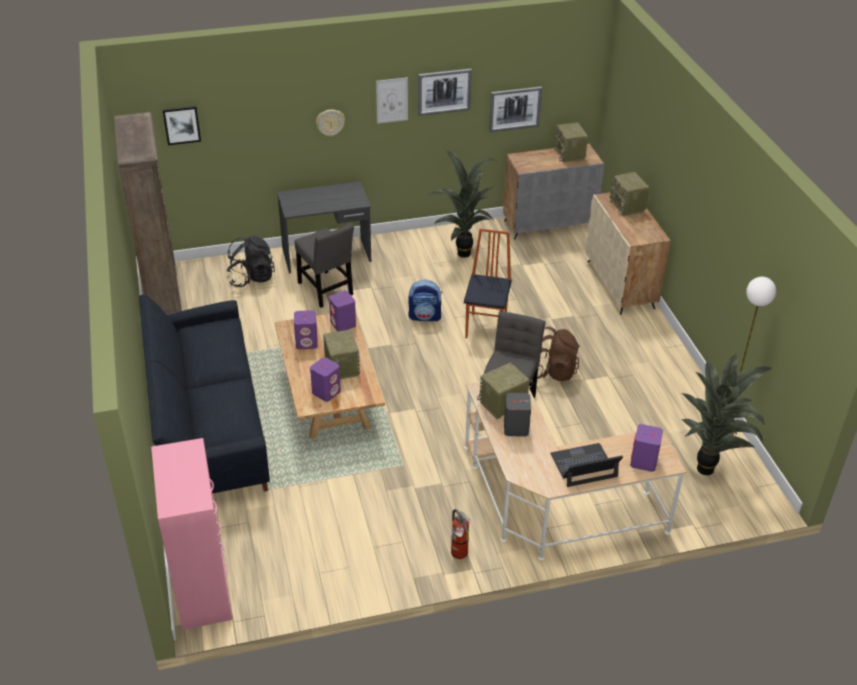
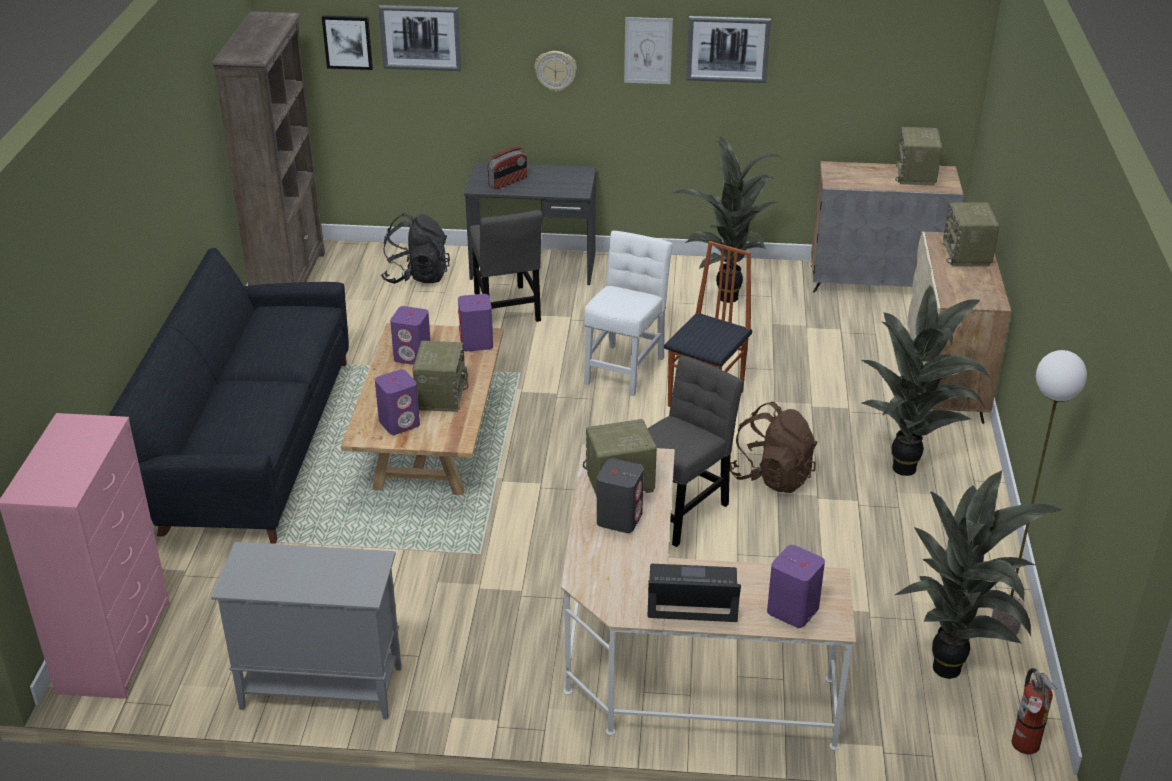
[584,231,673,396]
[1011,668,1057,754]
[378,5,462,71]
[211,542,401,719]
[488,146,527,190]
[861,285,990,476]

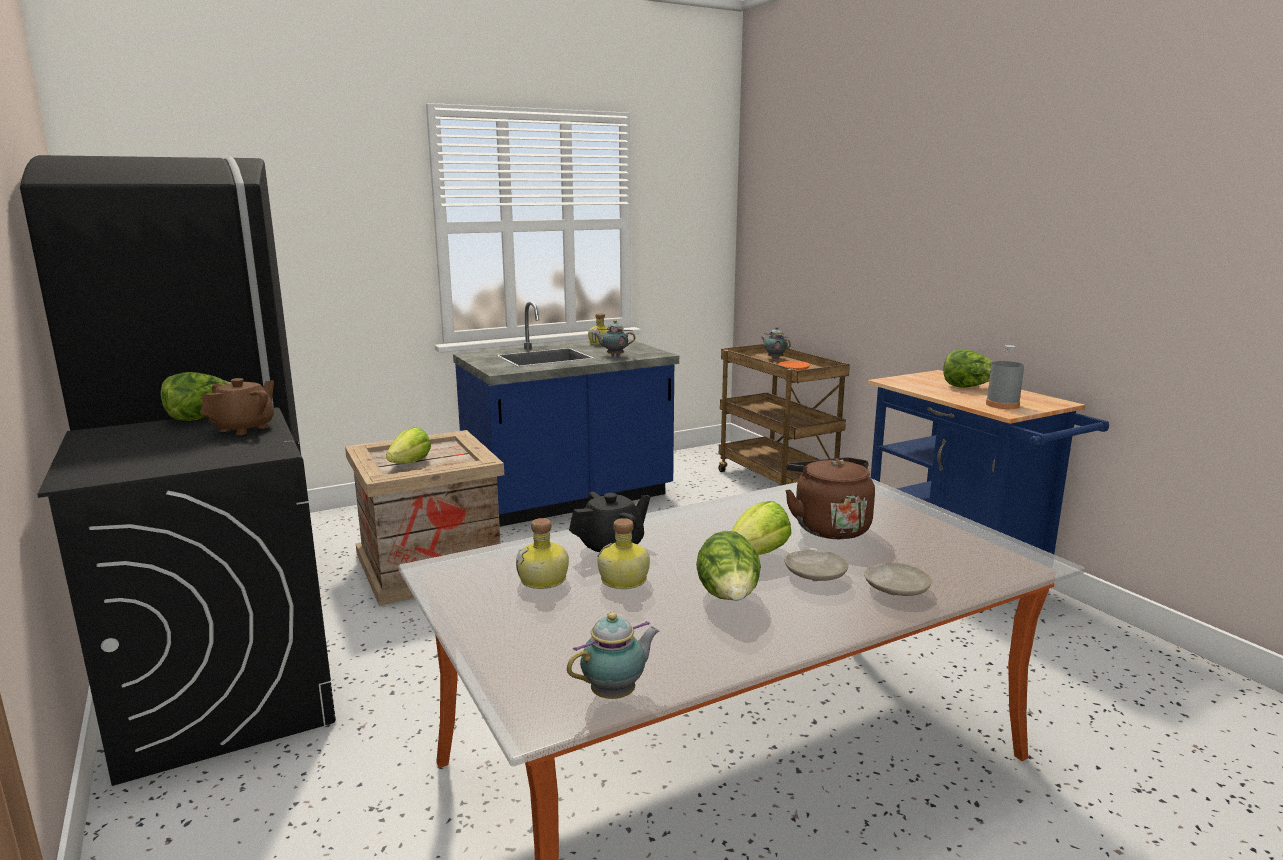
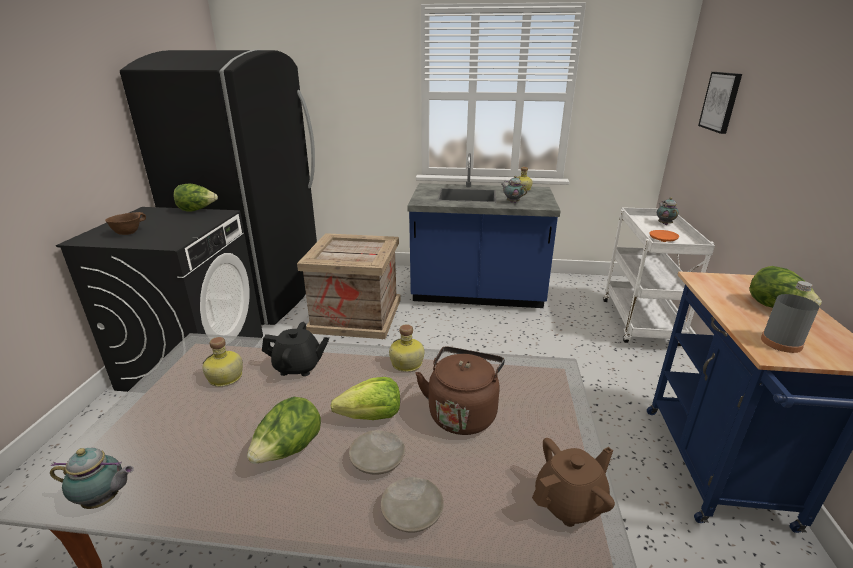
[532,438,615,527]
[386,427,431,464] (first image)
[389,324,424,372]
[603,207,715,346]
[105,212,146,235]
[698,72,742,134]

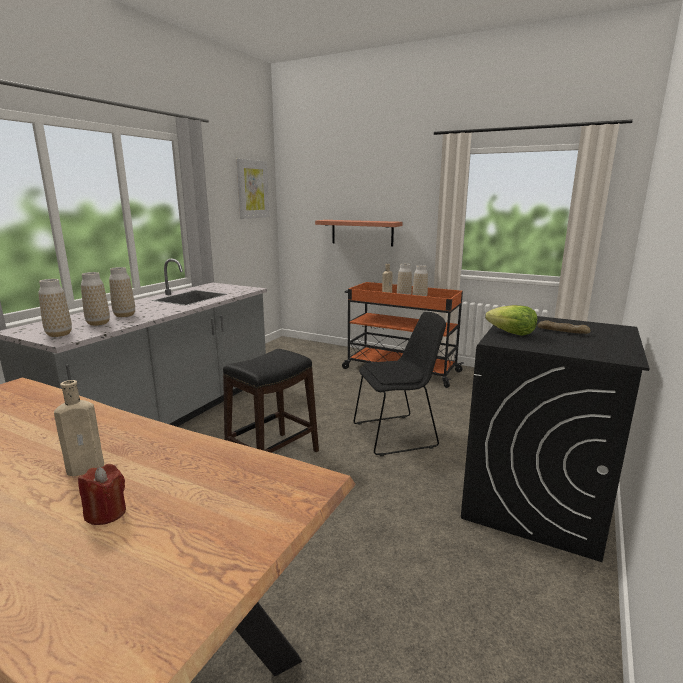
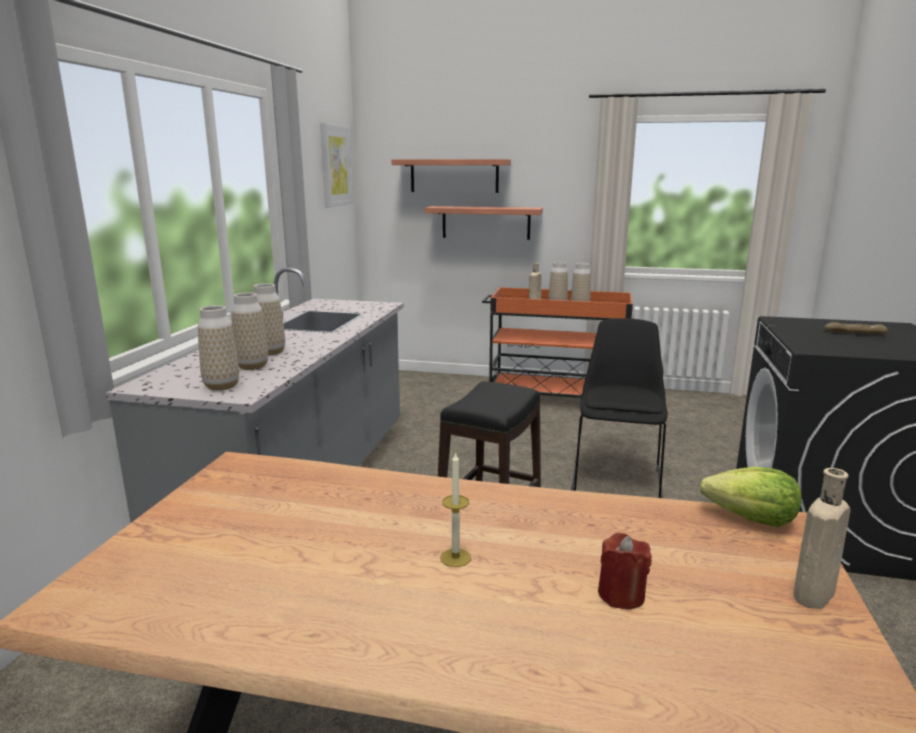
[793,468,851,609]
[571,318,668,498]
[700,467,801,527]
[391,159,511,193]
[440,452,471,567]

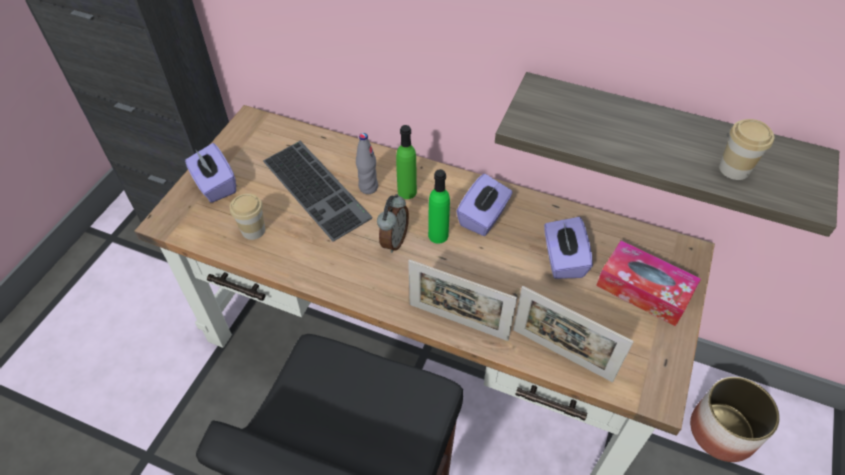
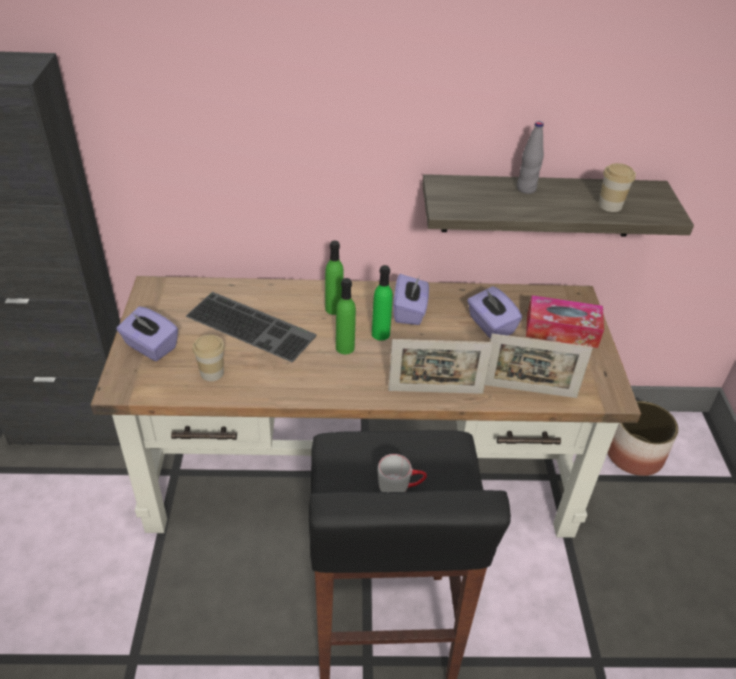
[517,121,544,194]
[336,278,356,354]
[378,454,427,492]

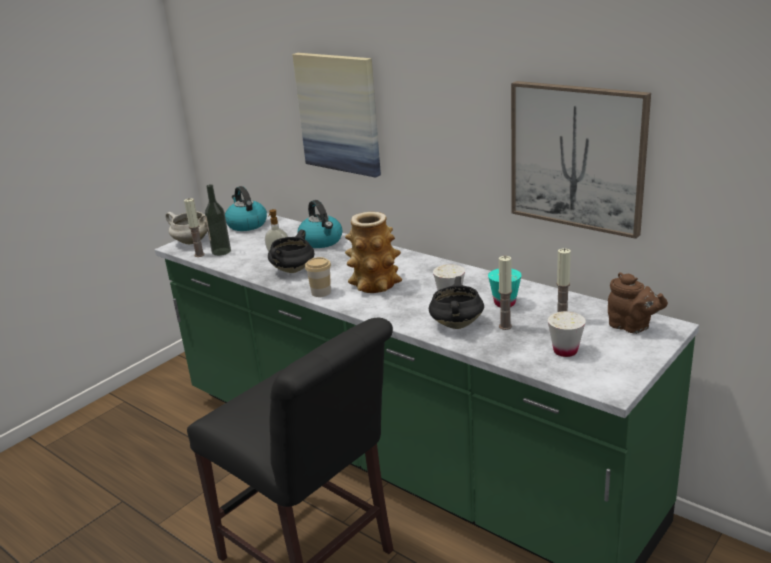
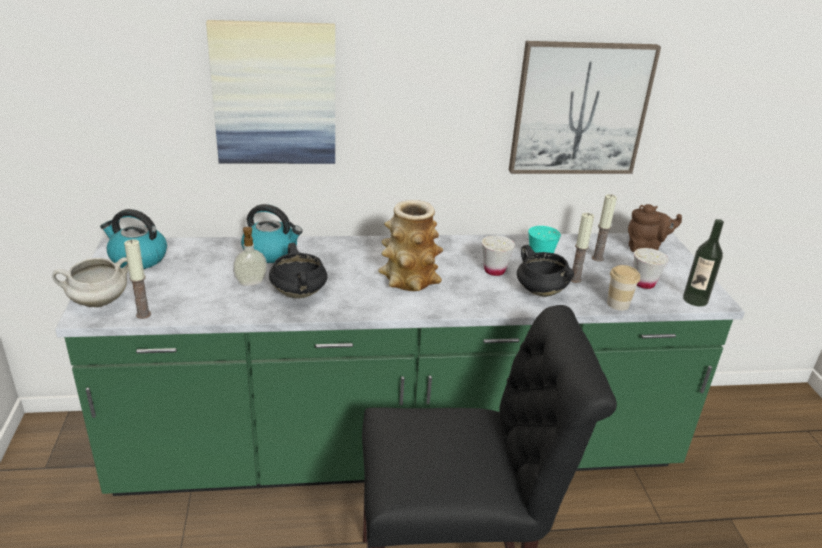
[683,219,724,307]
[607,265,640,310]

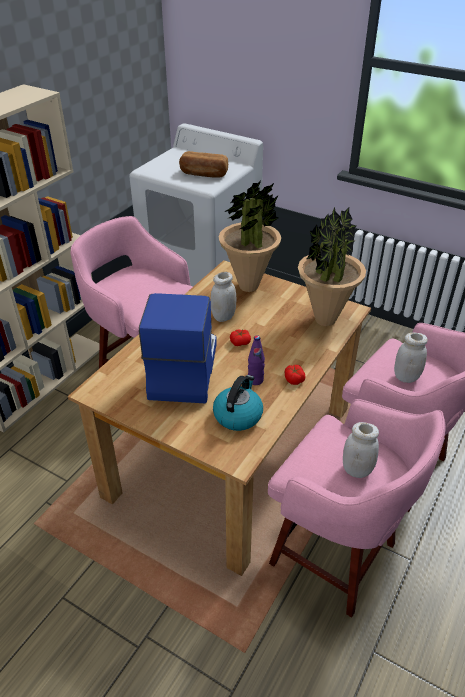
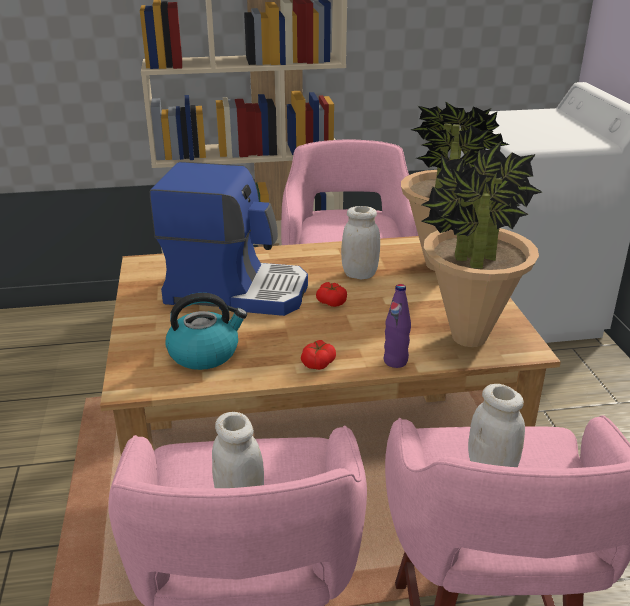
[150,162,308,316]
[179,151,228,178] (first image)
[384,284,411,368]

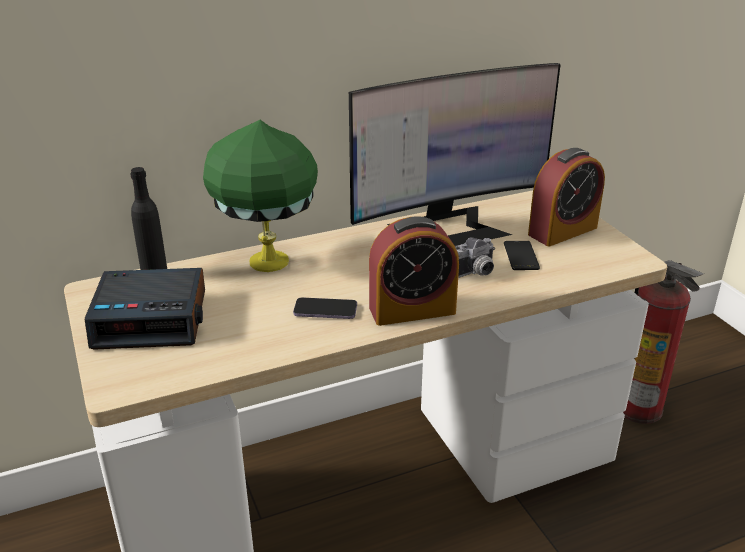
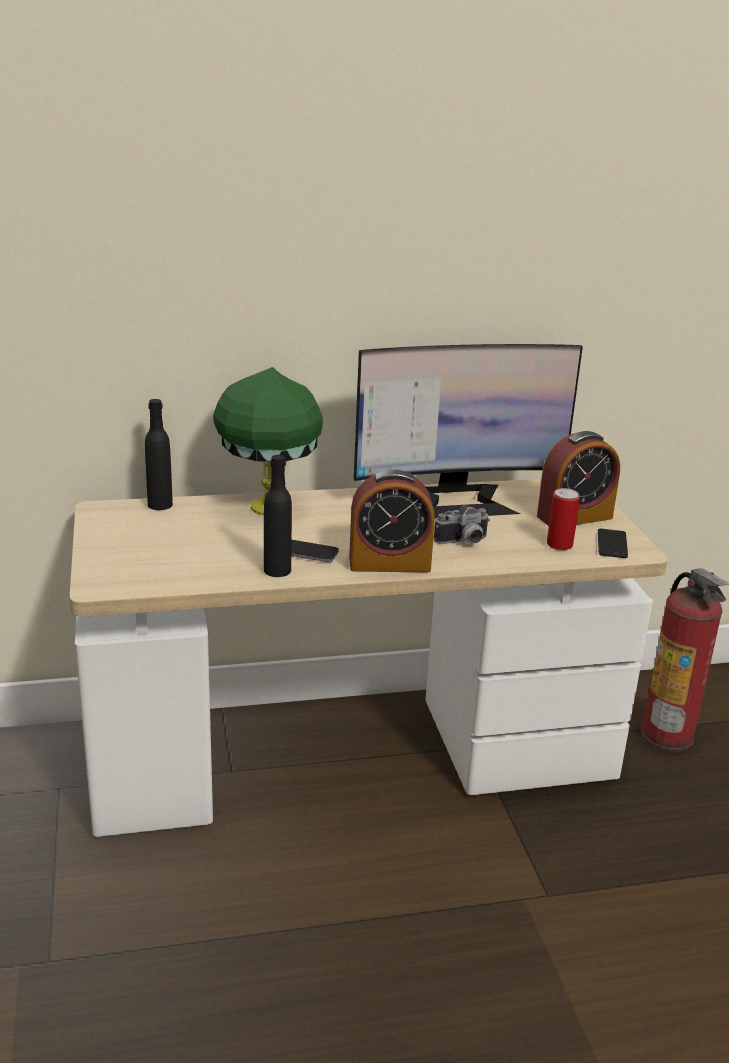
[85,268,205,350] (first image)
[598,529,628,558]
[264,455,292,577]
[547,488,580,550]

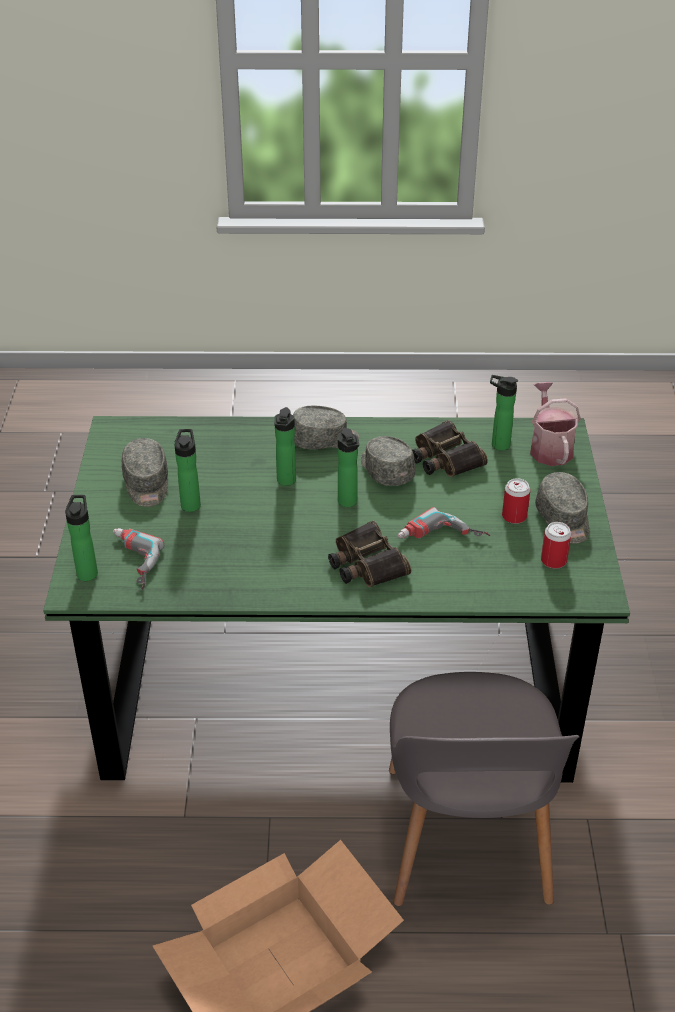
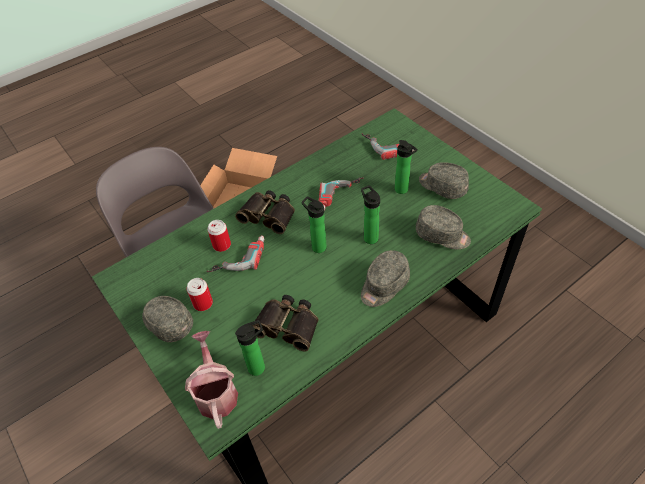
[65,495,98,581] (first image)
[416,205,471,249]
[185,331,238,429]
[207,220,231,252]
[318,177,364,211]

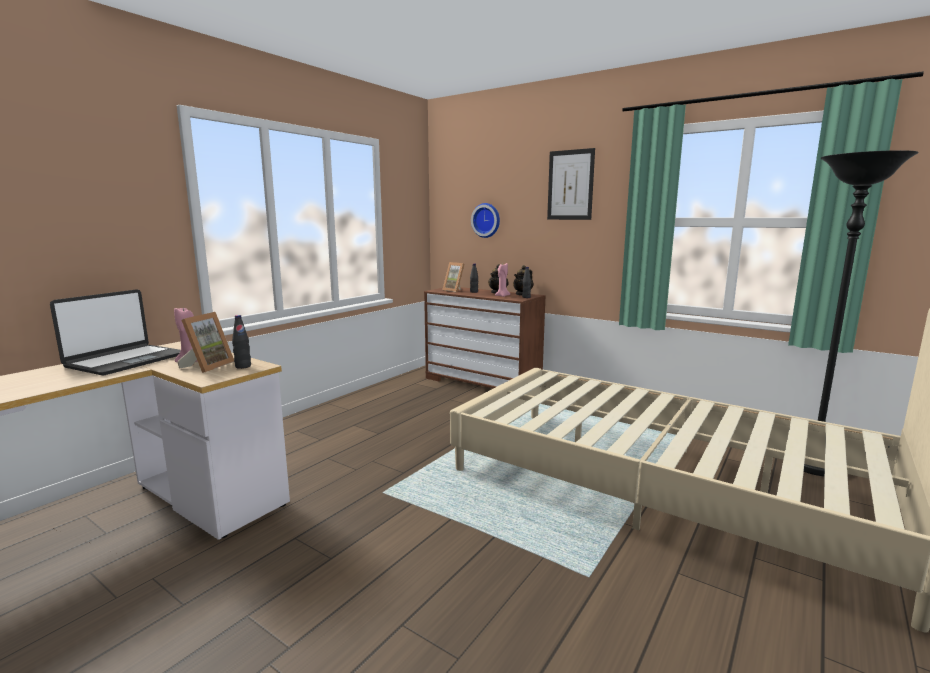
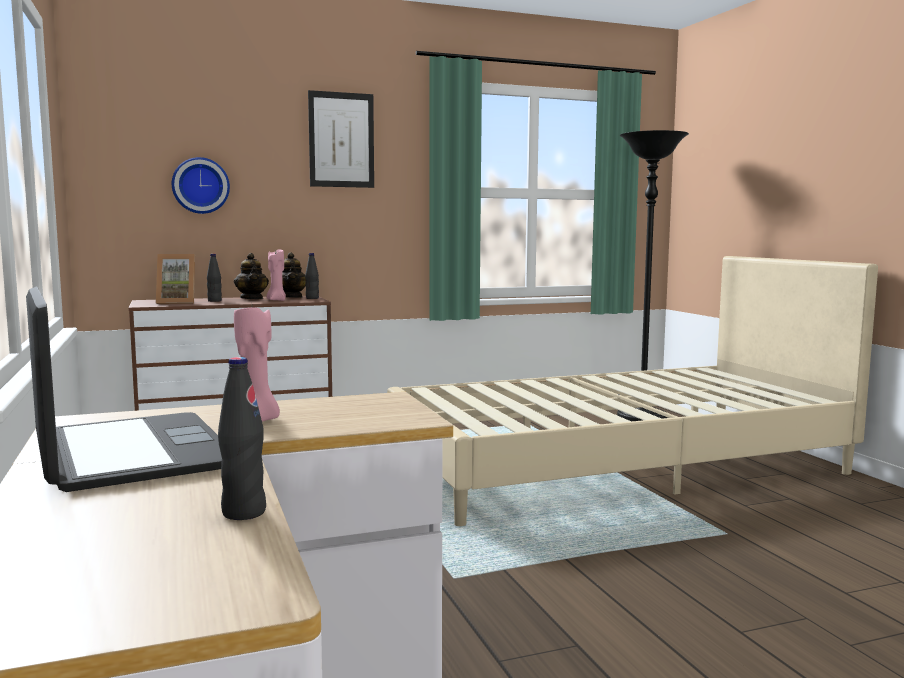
[177,312,234,373] (first image)
[218,357,266,520]

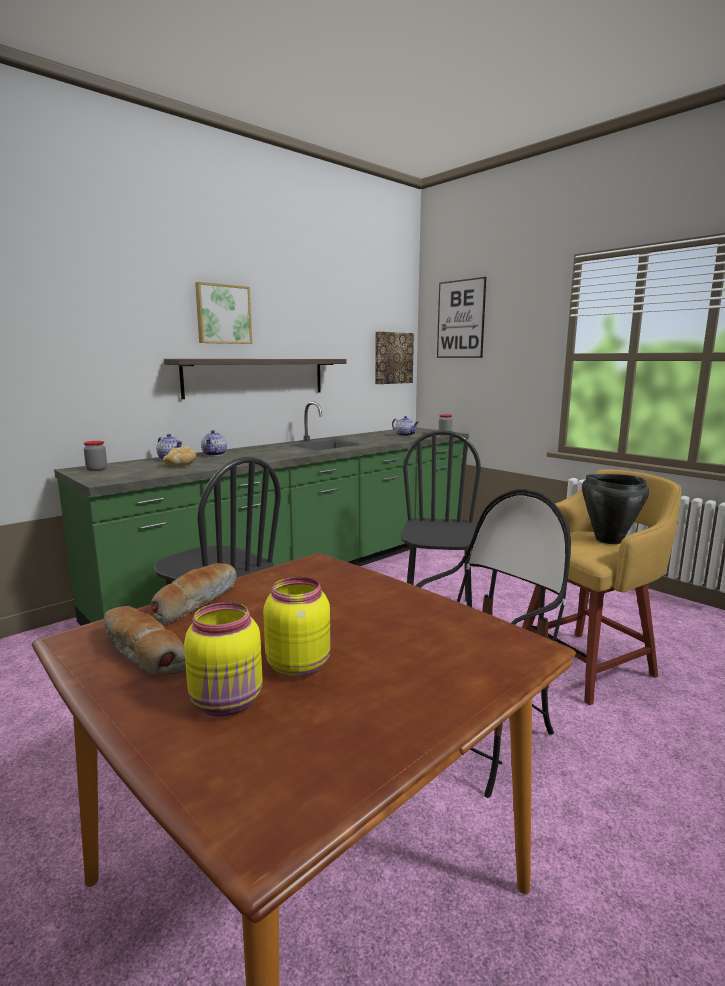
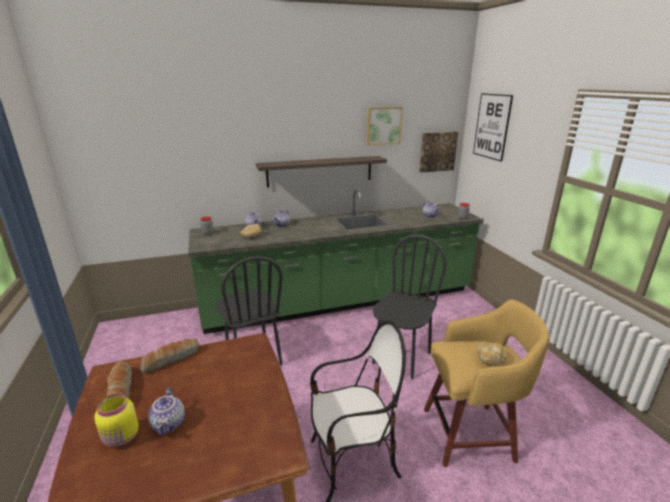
[367,107,403,145]
[148,388,185,435]
[477,342,507,365]

